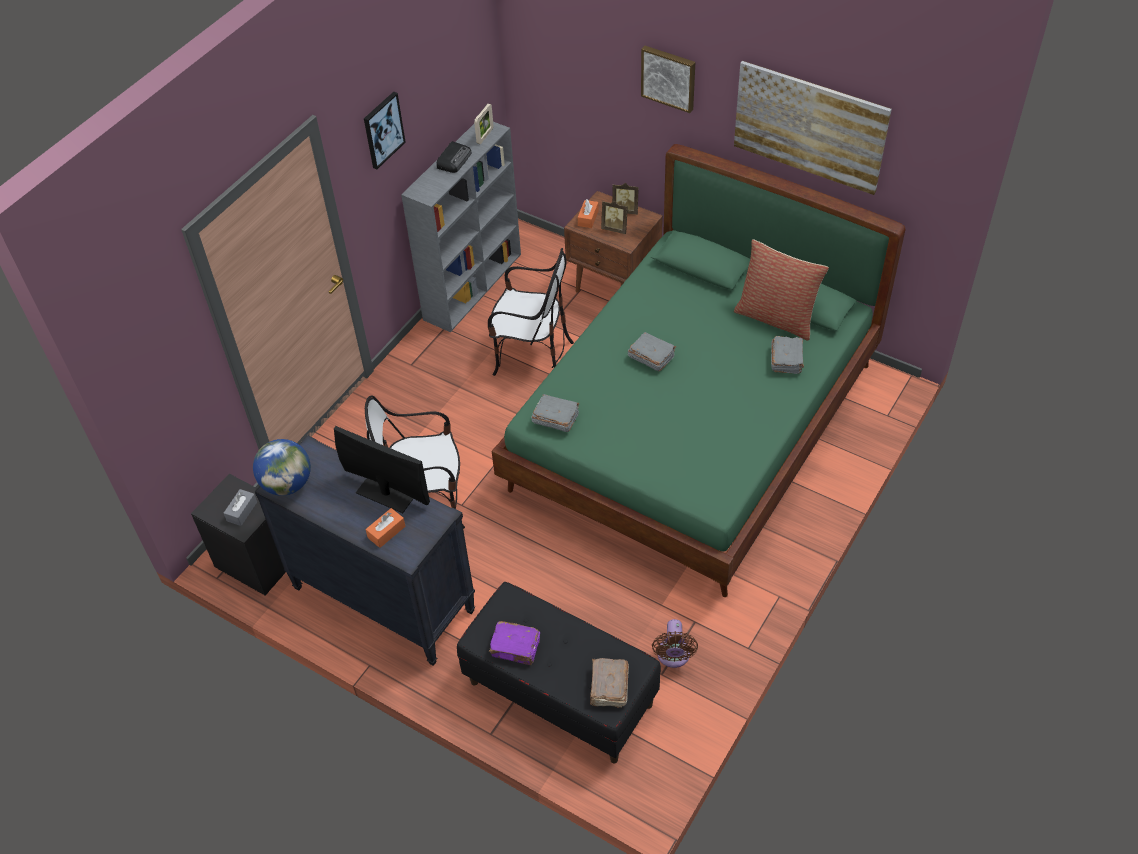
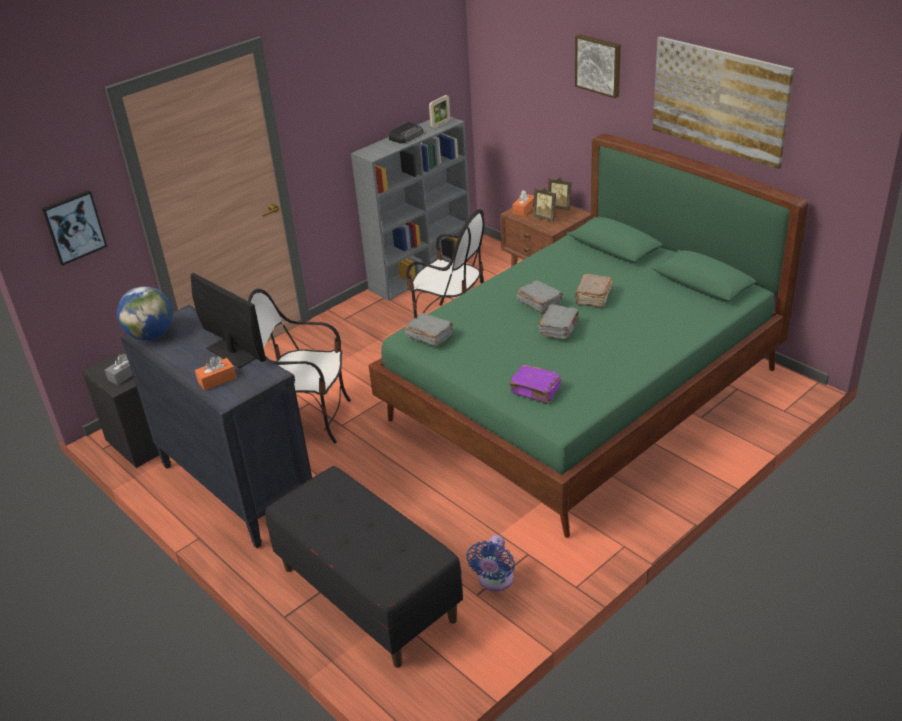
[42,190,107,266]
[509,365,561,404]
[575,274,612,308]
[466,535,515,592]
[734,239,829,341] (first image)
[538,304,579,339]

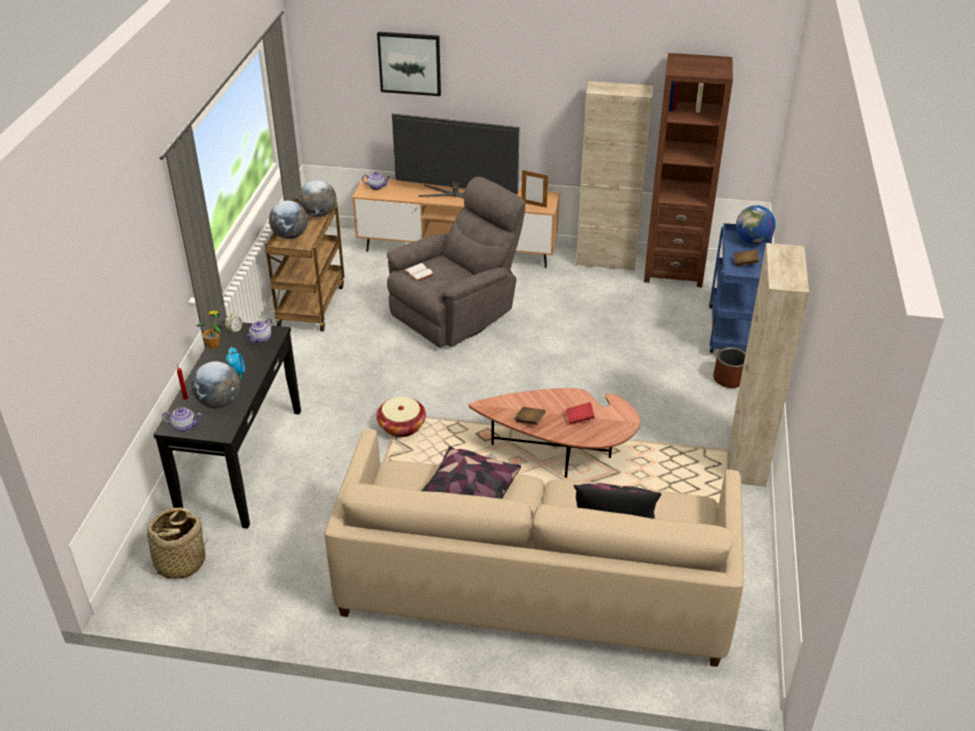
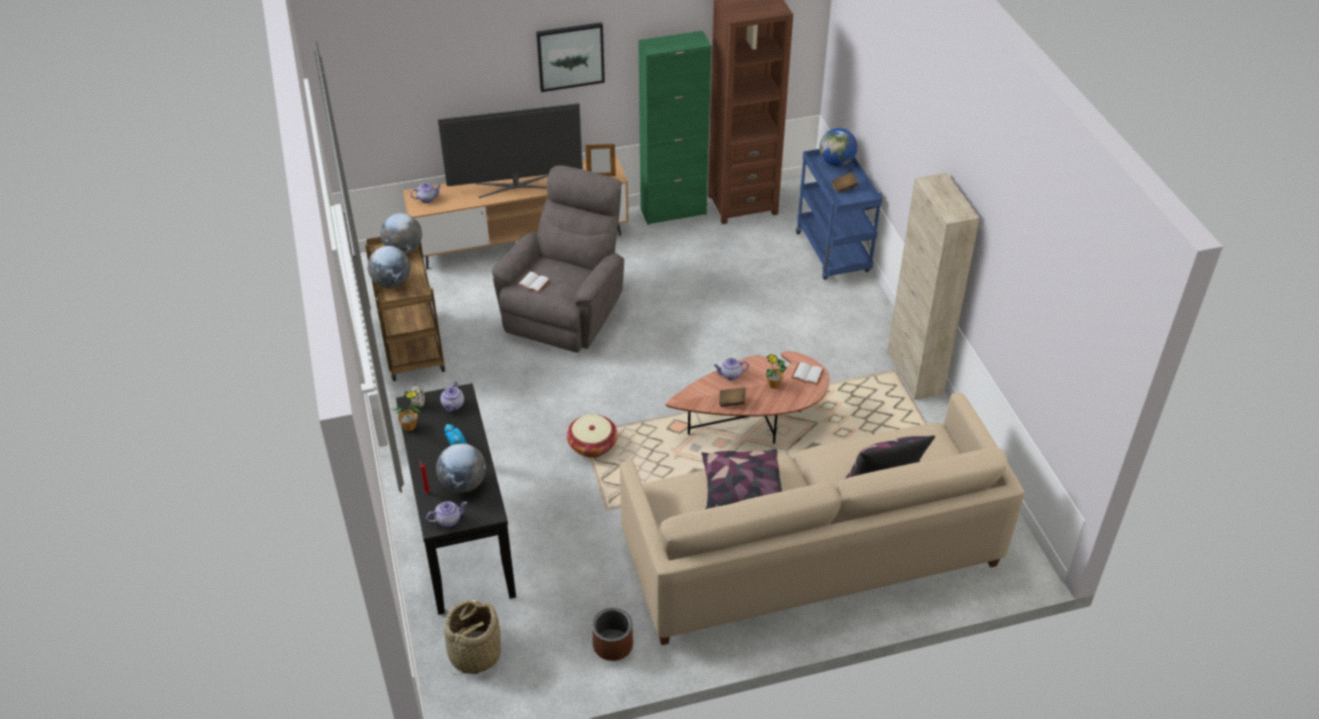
[536,22,605,92]
[766,354,787,389]
[638,31,712,225]
[592,608,633,661]
[714,358,749,380]
[792,362,824,385]

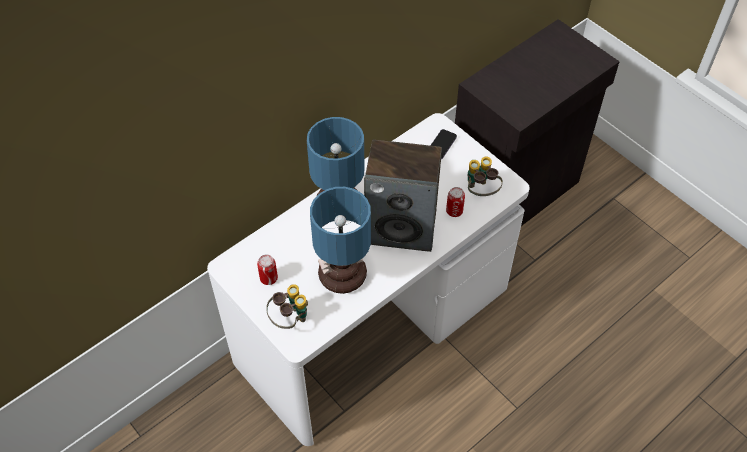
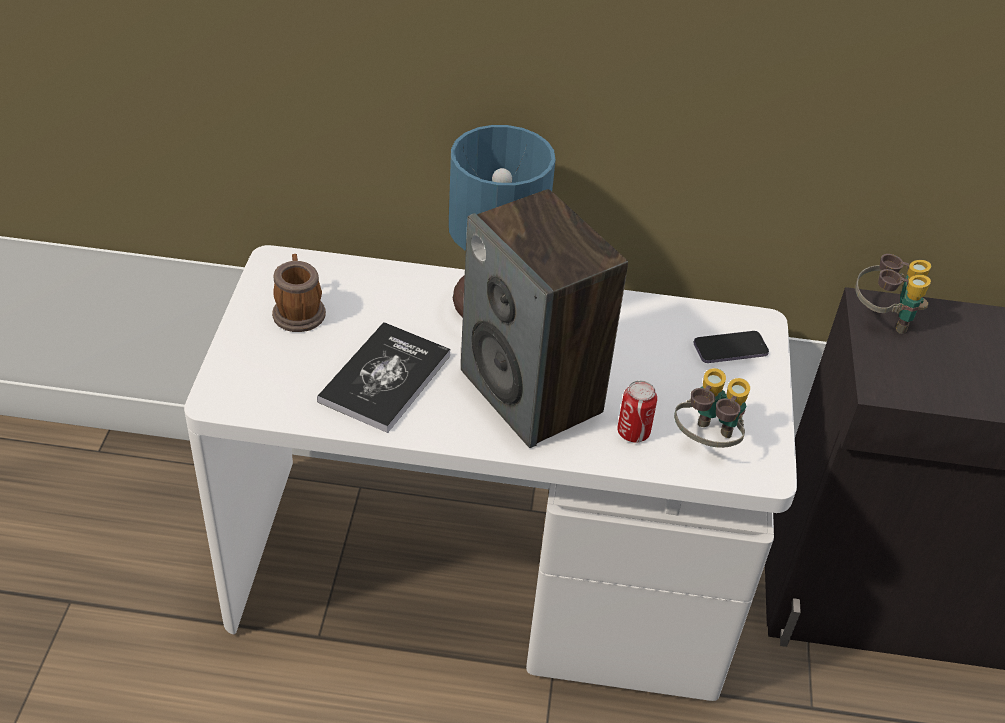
[272,254,326,332]
[855,254,931,334]
[317,322,451,433]

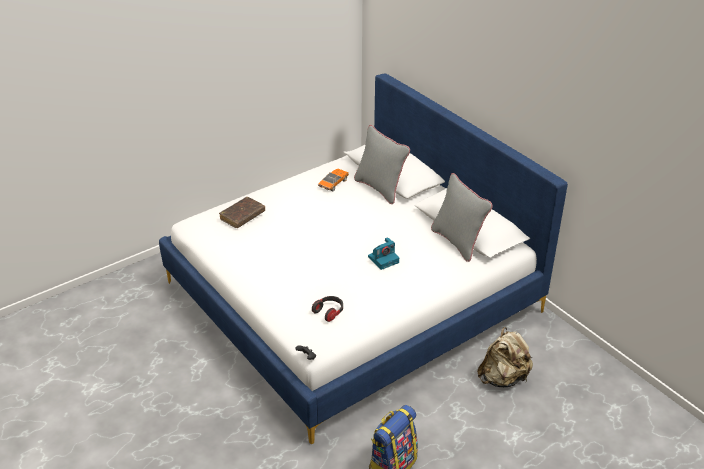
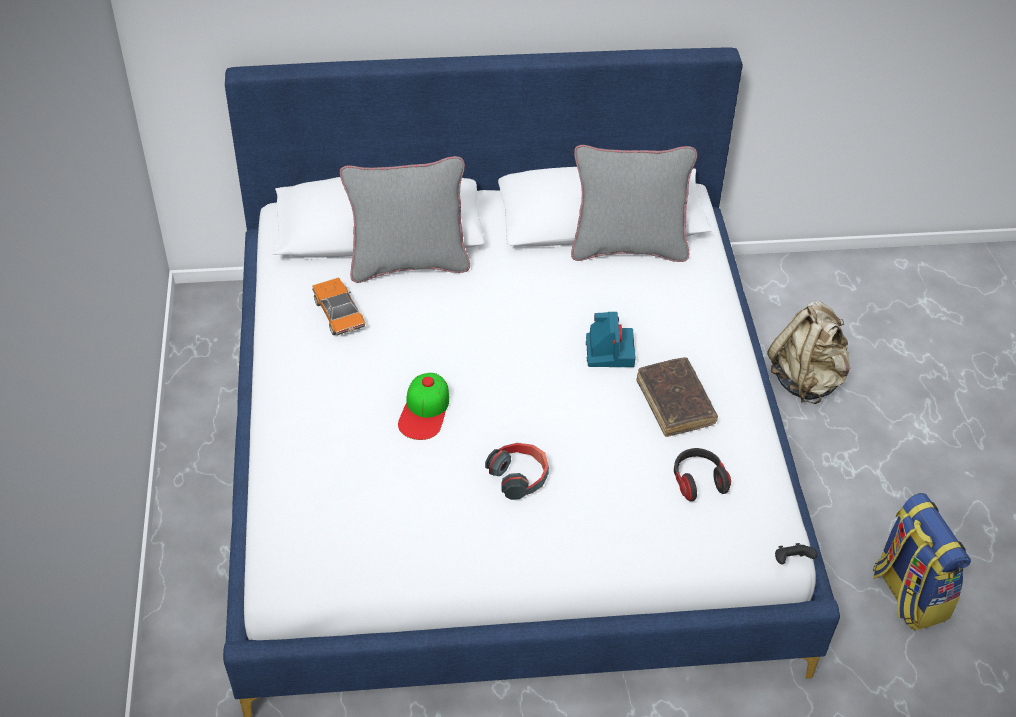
[636,357,718,437]
[398,373,449,440]
[485,443,549,500]

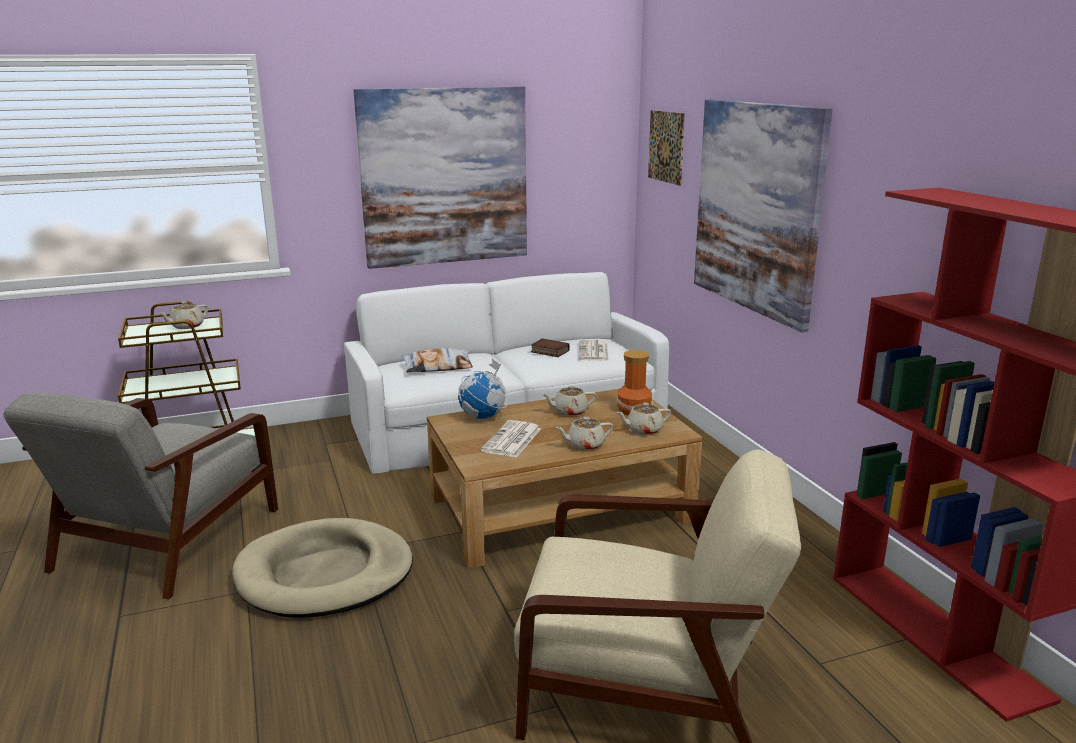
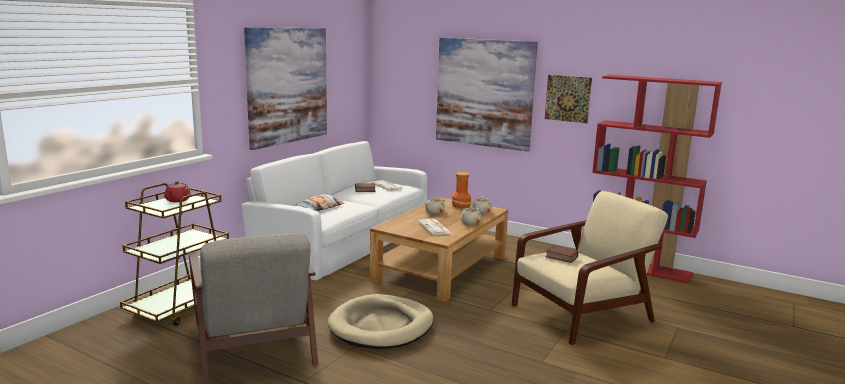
[164,181,191,202]
[458,359,507,419] (first image)
[545,75,592,123]
[545,245,578,263]

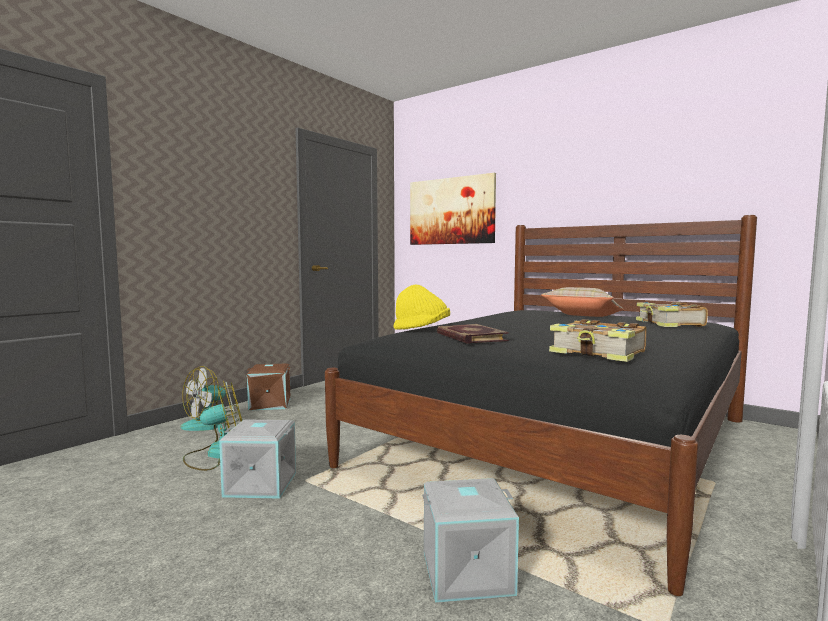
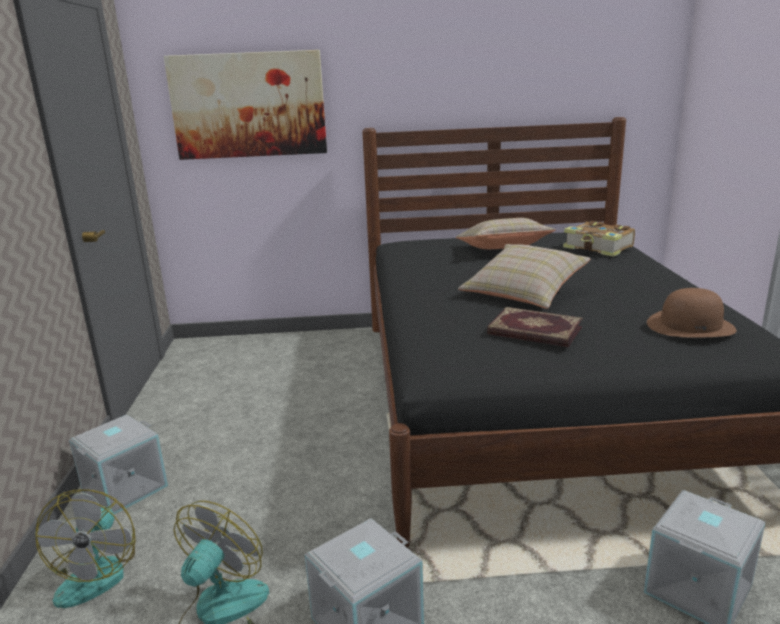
[69,414,168,514]
[393,285,450,330] (first image)
[647,288,736,338]
[458,244,591,309]

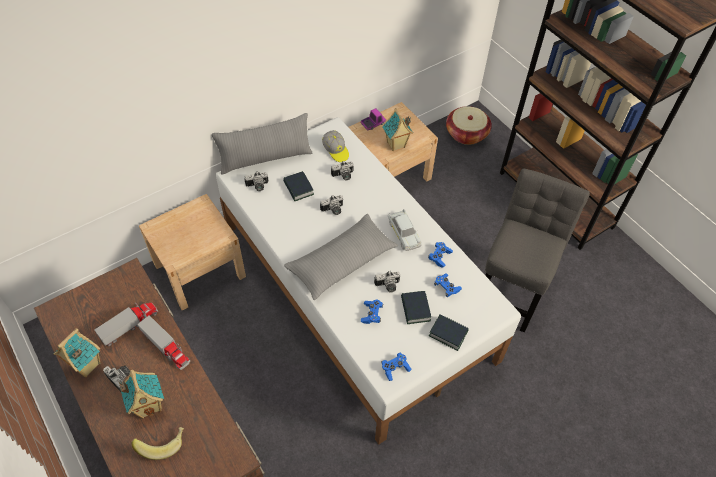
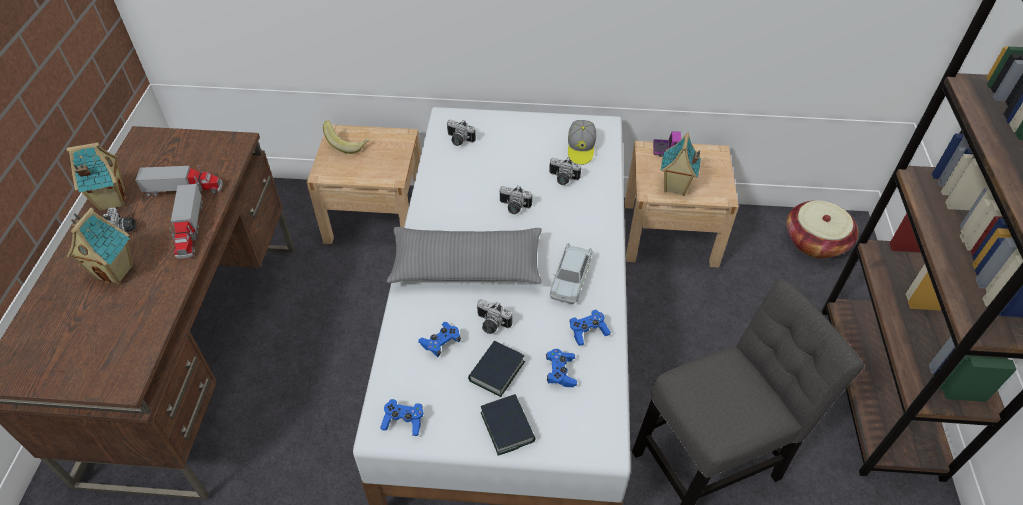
[323,121,369,154]
[212,113,312,174] (first image)
[283,171,314,201] (first image)

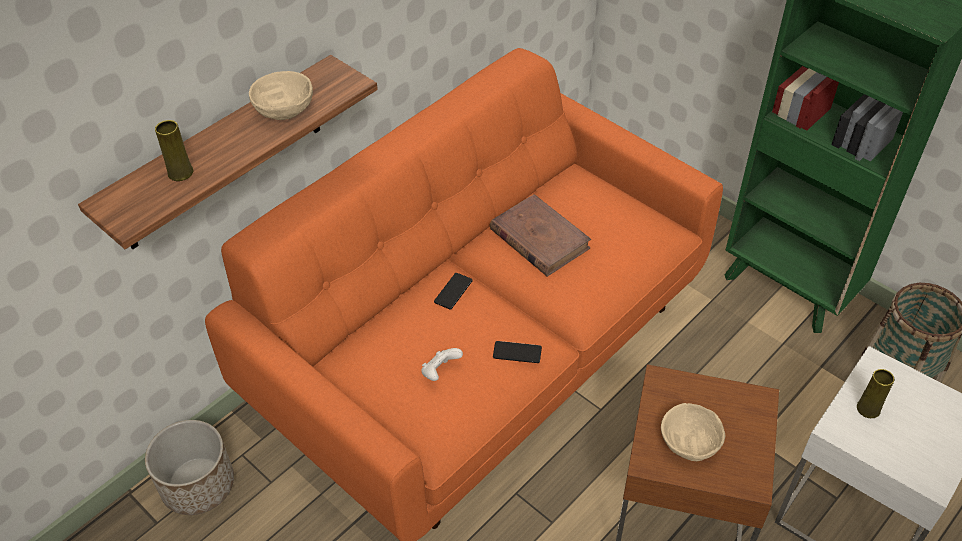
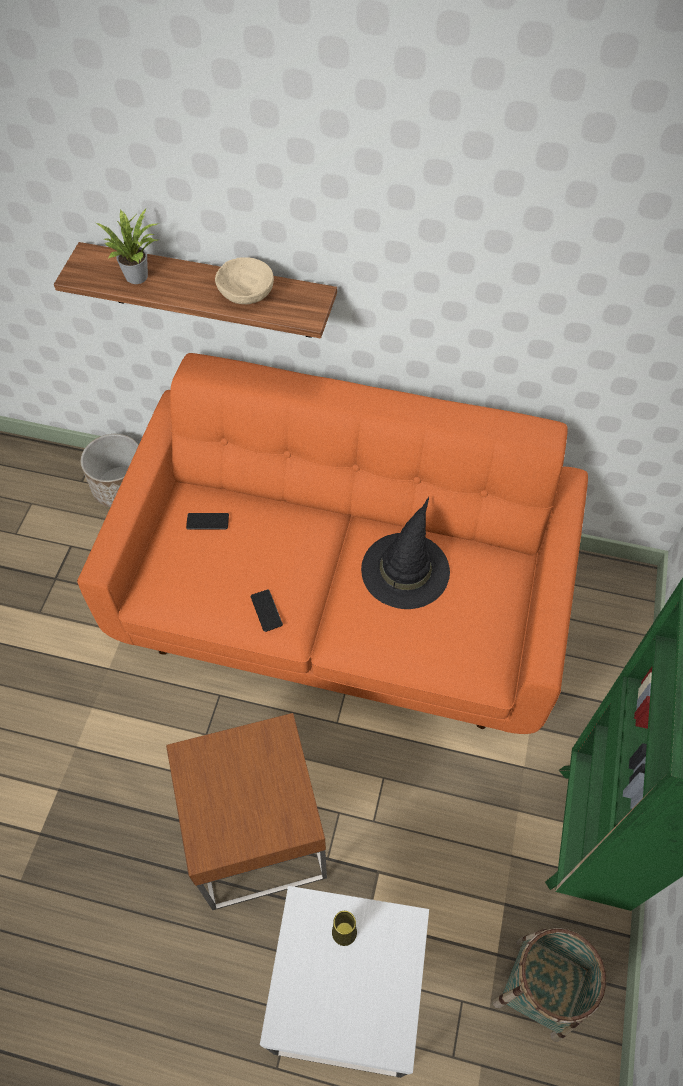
[96,209,158,284]
[421,348,463,381] (first image)
[186,513,229,529]
[361,497,450,609]
[661,403,725,461] (first image)

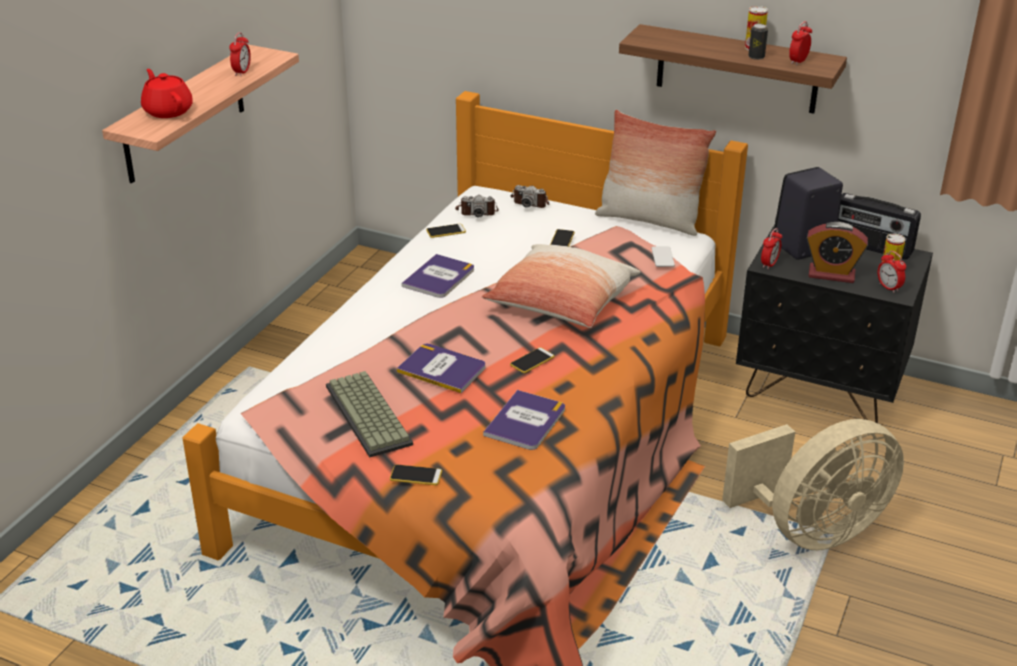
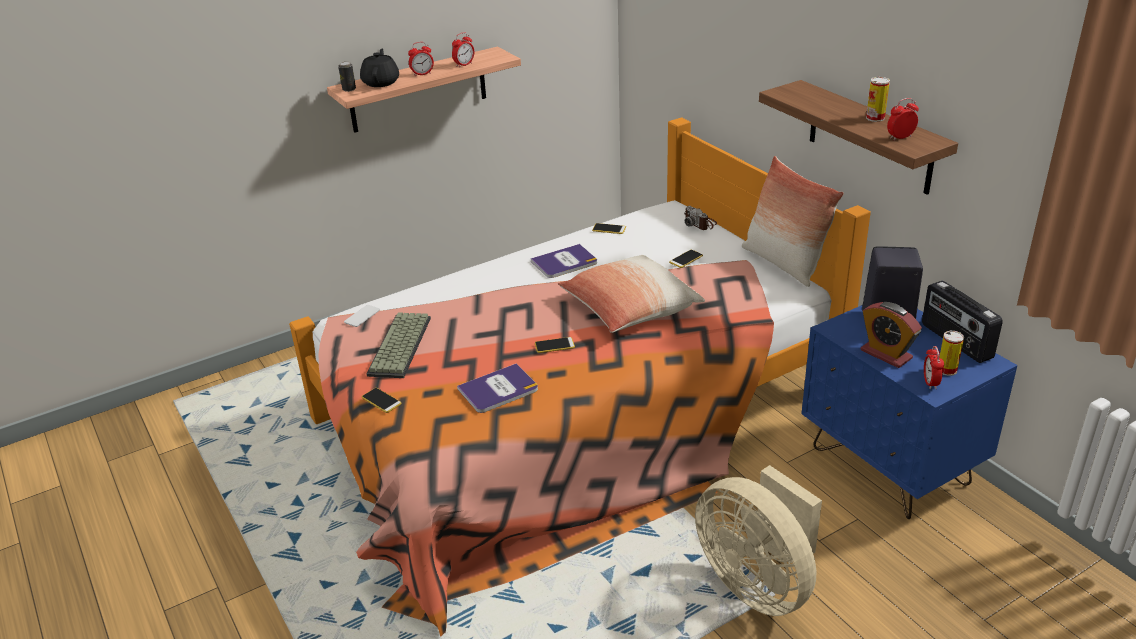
[360,49,399,87]
[397,344,485,393] (first image)
[455,195,499,217] (first image)
[344,305,380,327]
[695,465,822,616]
[801,305,1017,519]
[338,62,356,92]
[408,42,434,77]

